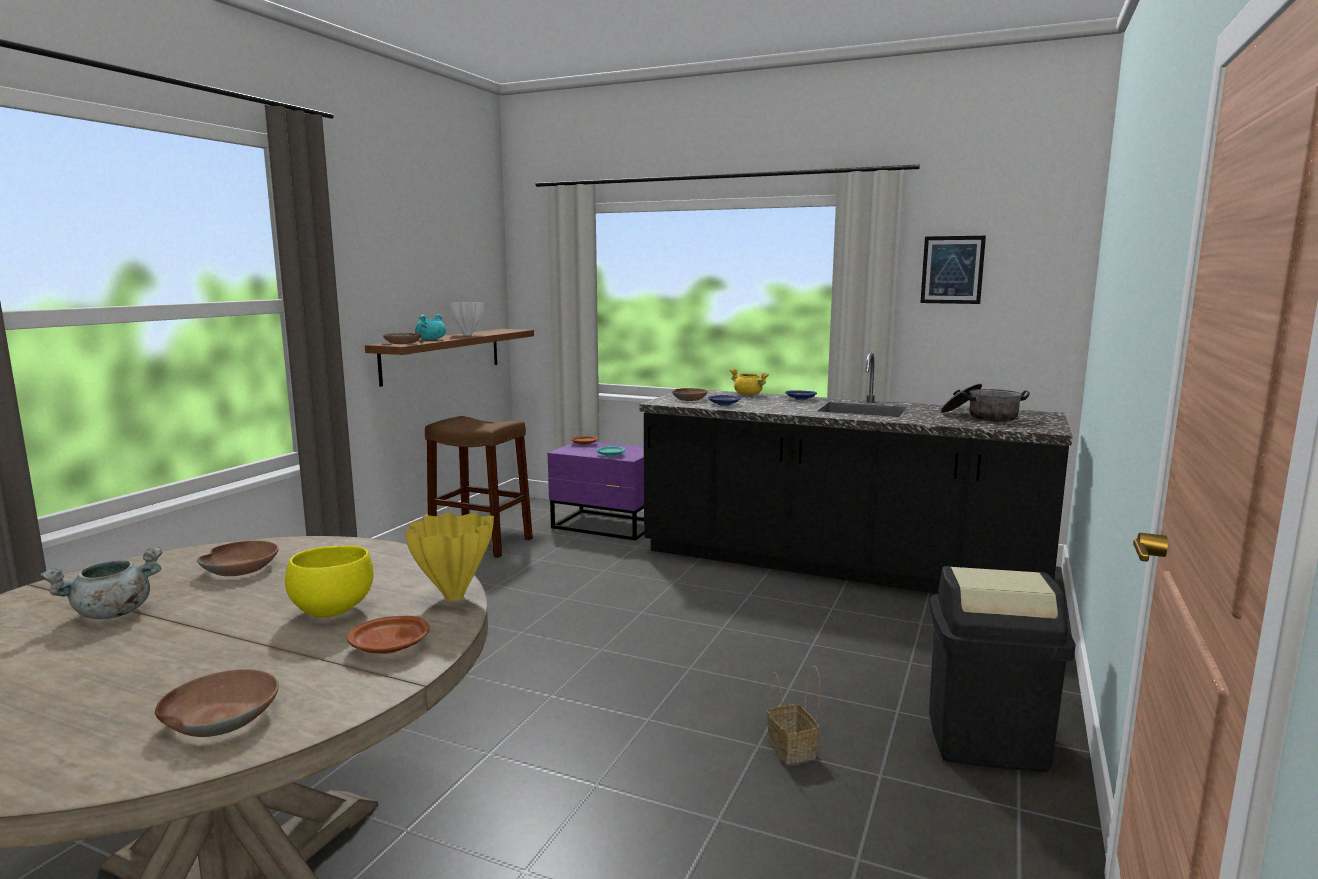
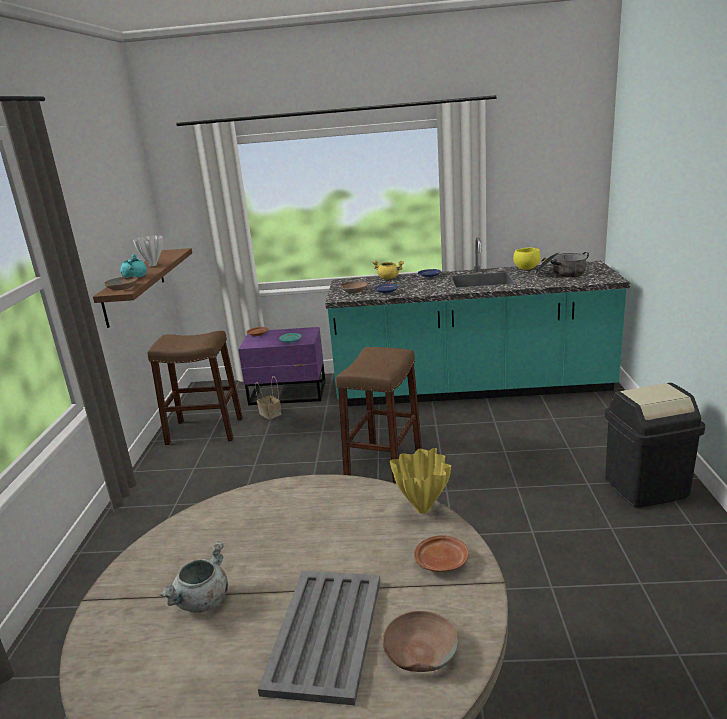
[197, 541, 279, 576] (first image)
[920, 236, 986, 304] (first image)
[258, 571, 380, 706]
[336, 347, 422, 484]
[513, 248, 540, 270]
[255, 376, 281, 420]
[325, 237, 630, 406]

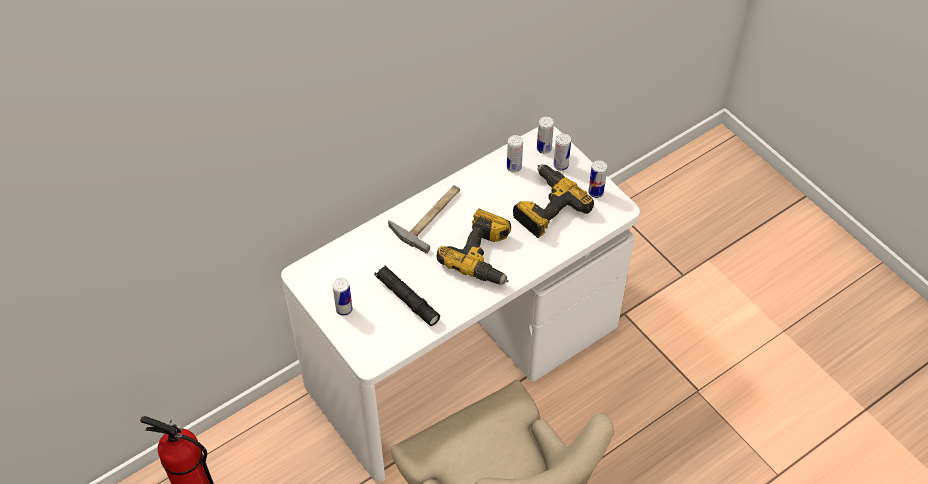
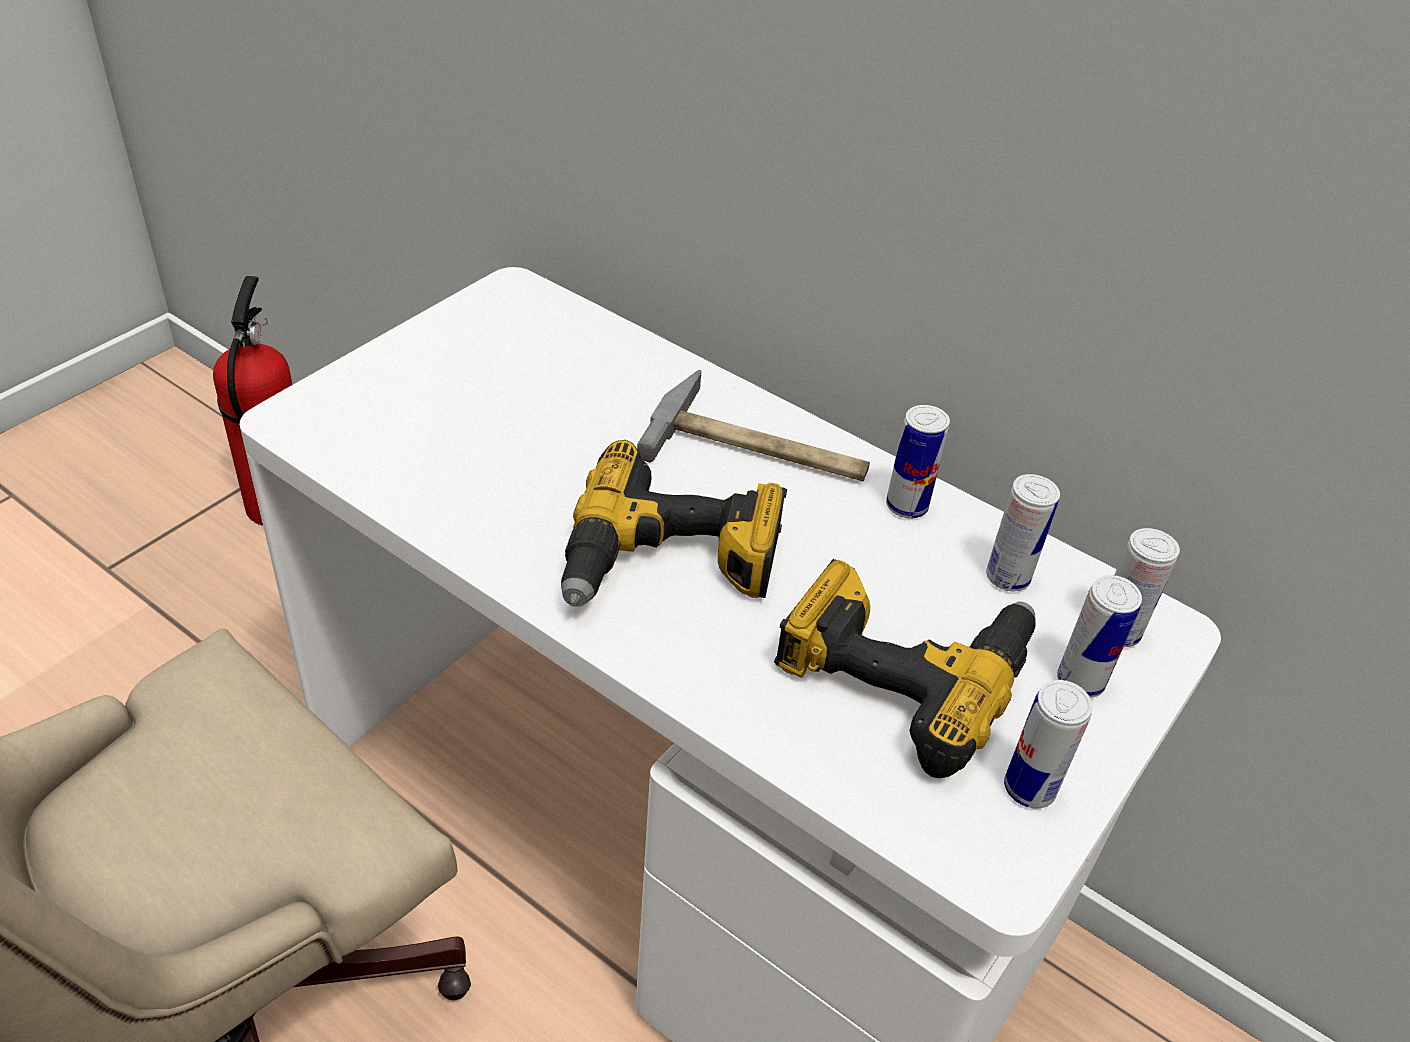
[374, 265, 440, 326] (first image)
[886, 405, 950, 519]

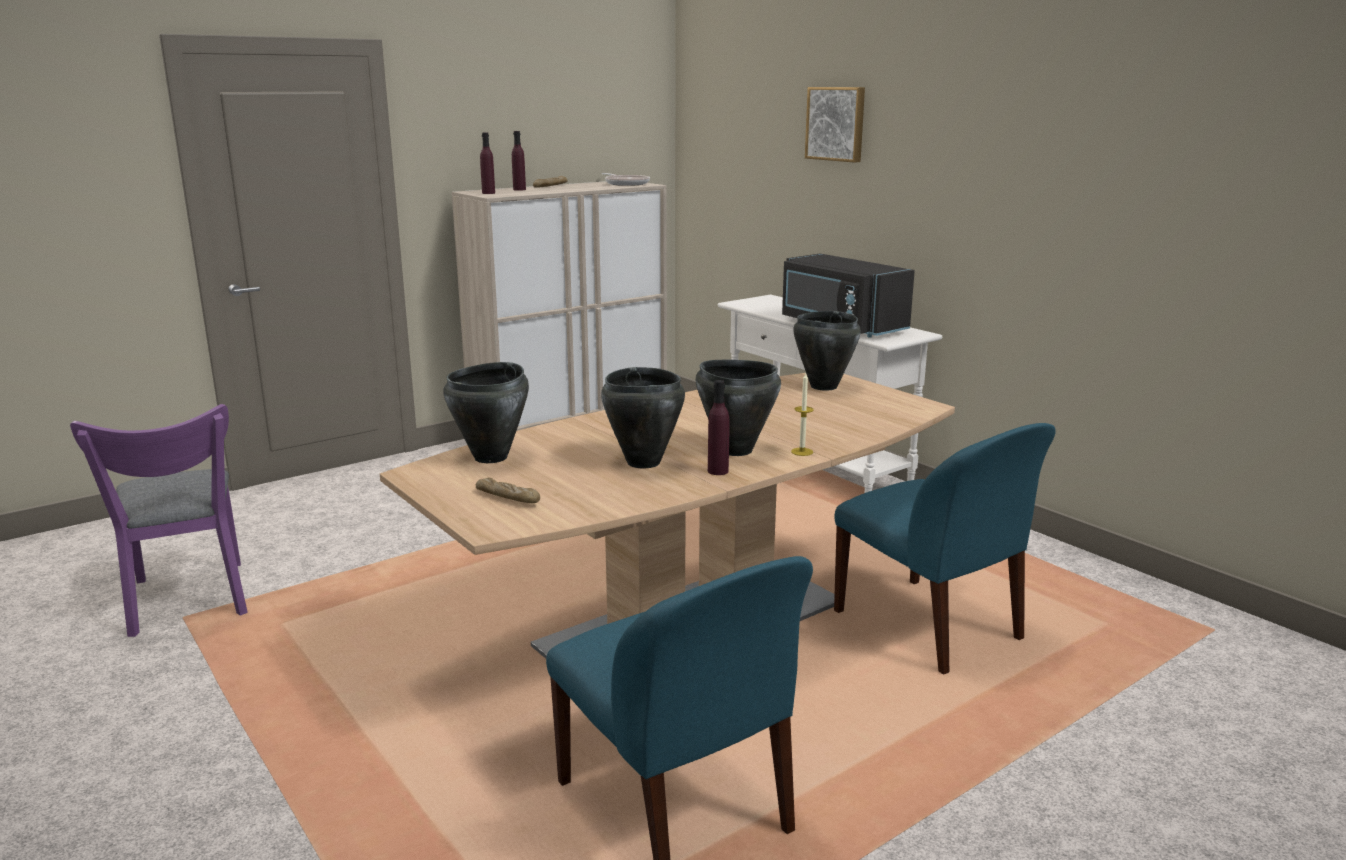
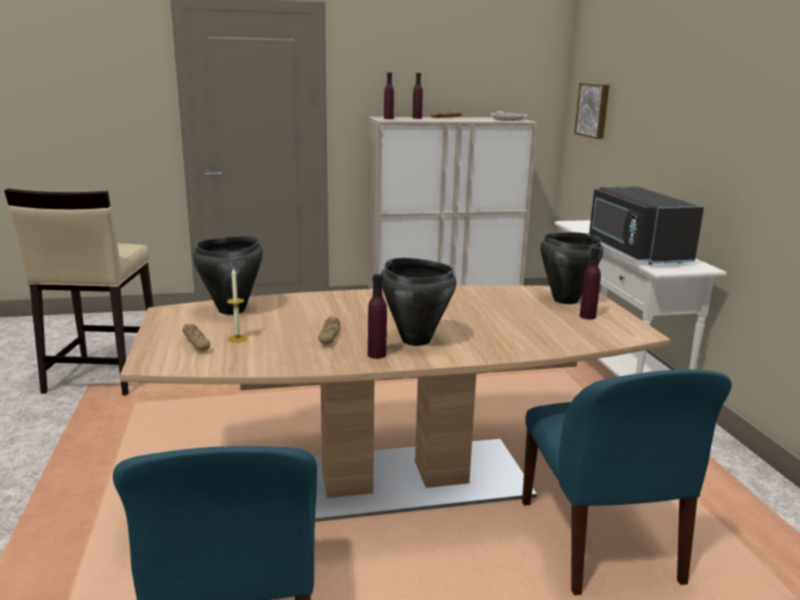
[580, 247, 601, 319]
[227, 268, 248, 343]
[574, 83, 609, 139]
[4, 188, 153, 395]
[319, 317, 340, 344]

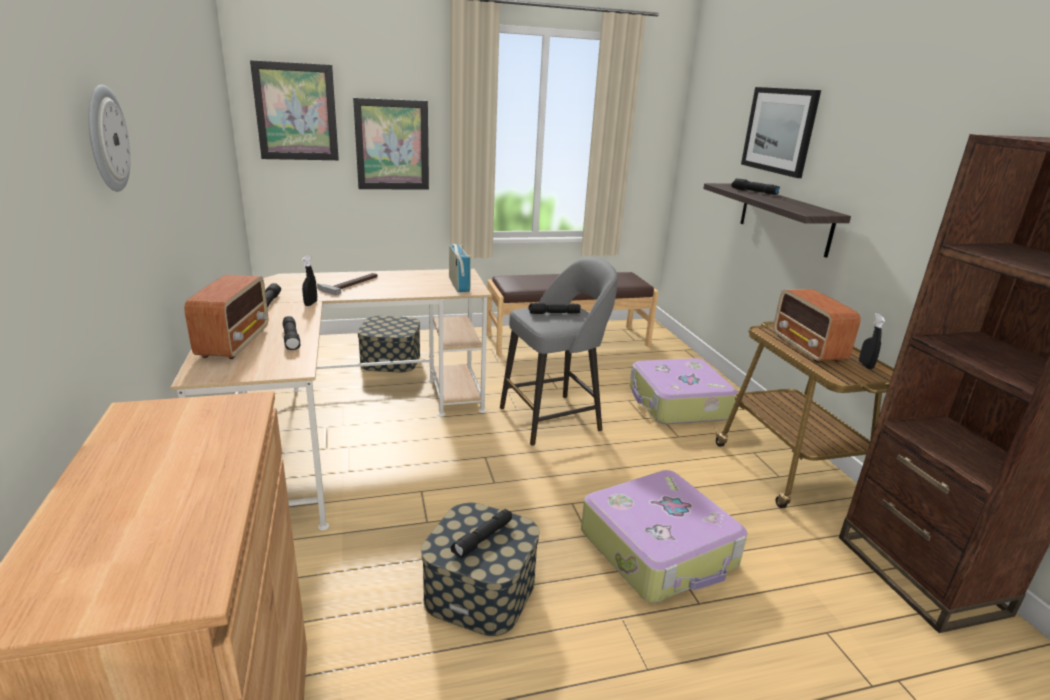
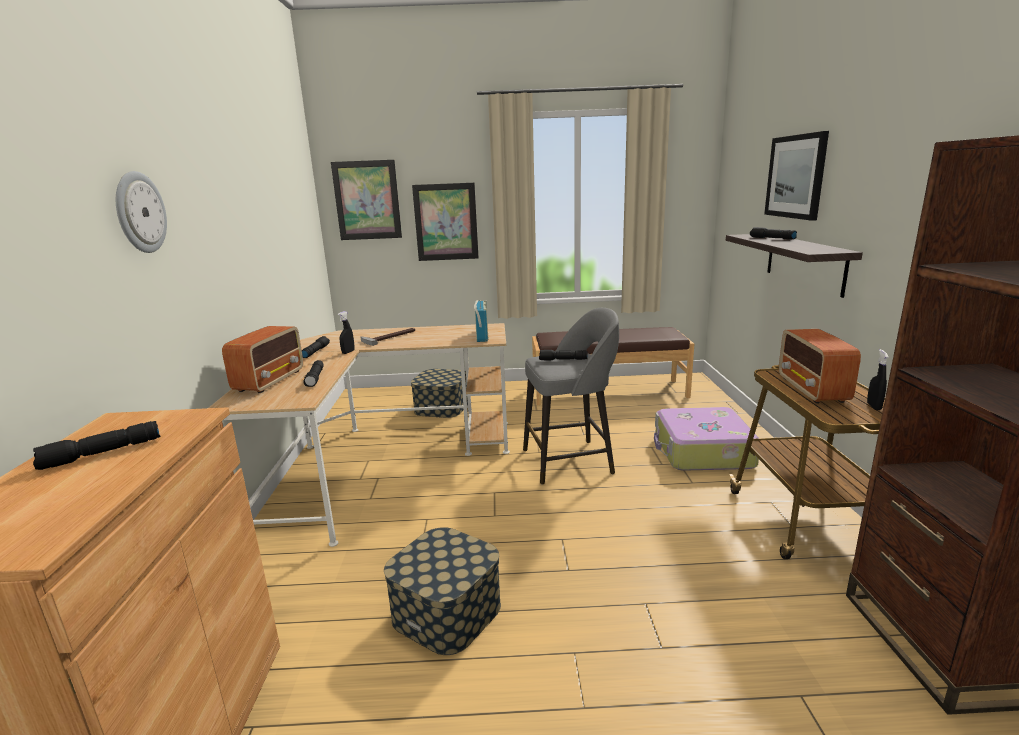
[581, 470, 748, 603] (first image)
[33, 421, 160, 470]

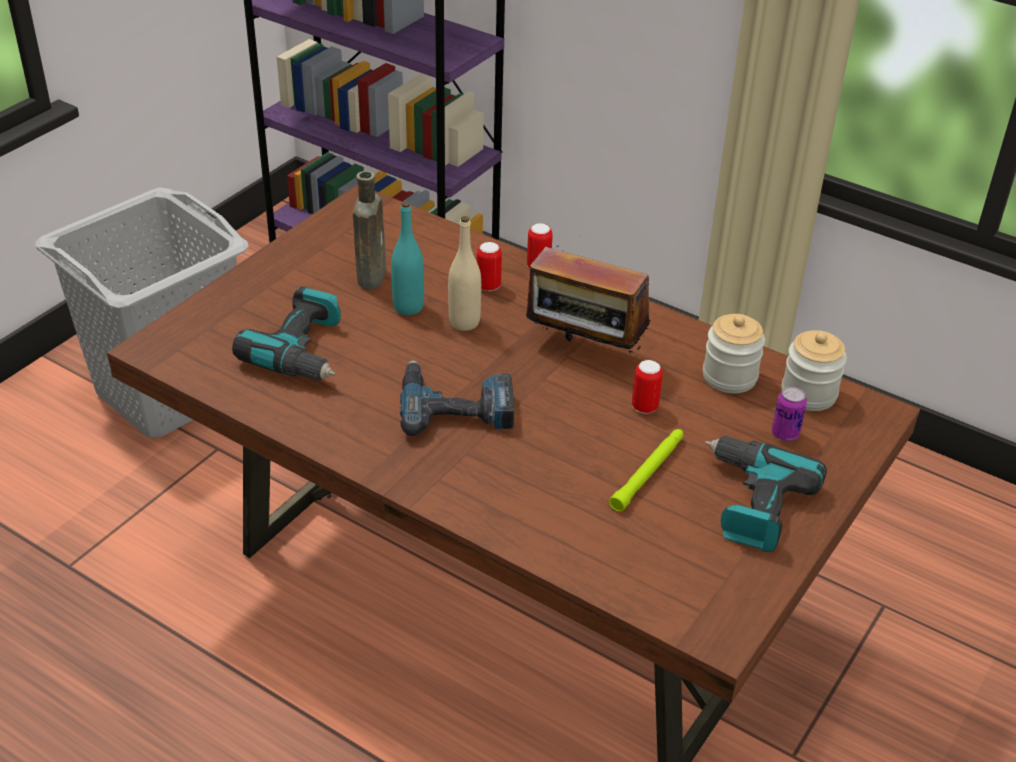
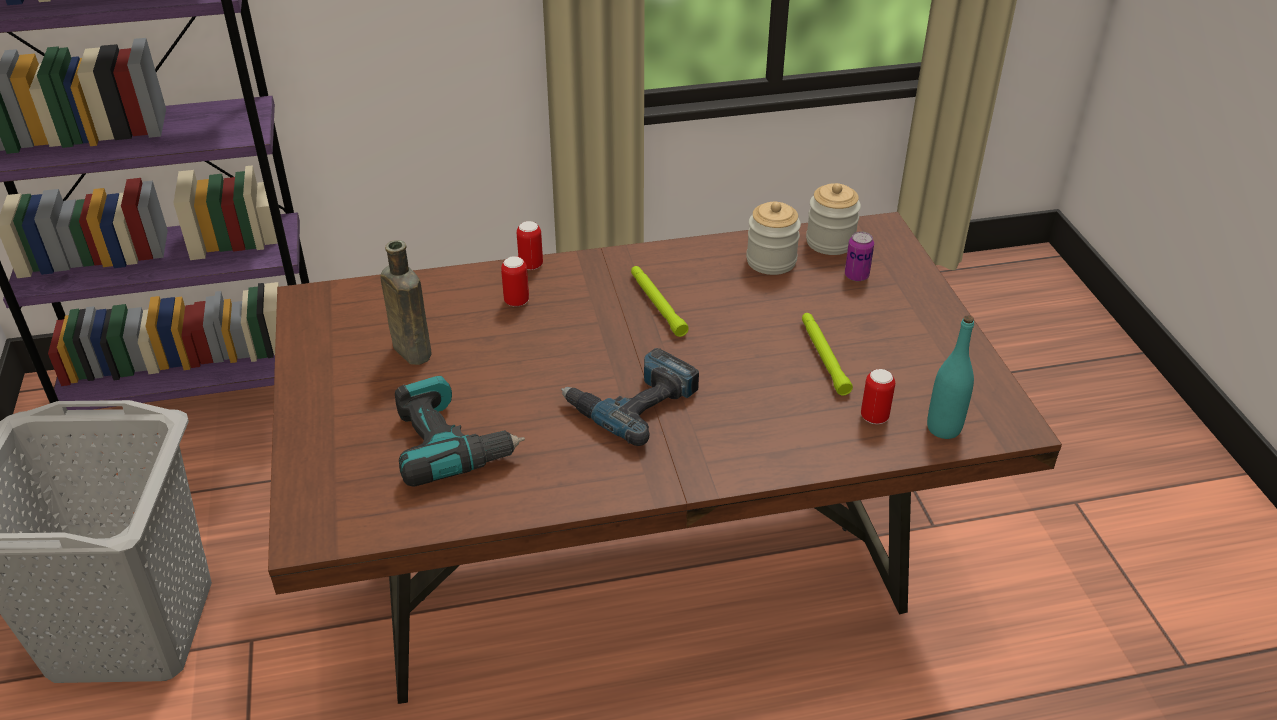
[448, 216, 481, 331] (first image)
[705, 436, 827, 552] (first image)
[927, 315, 974, 439]
[861, 369, 895, 424]
[631, 266, 689, 337]

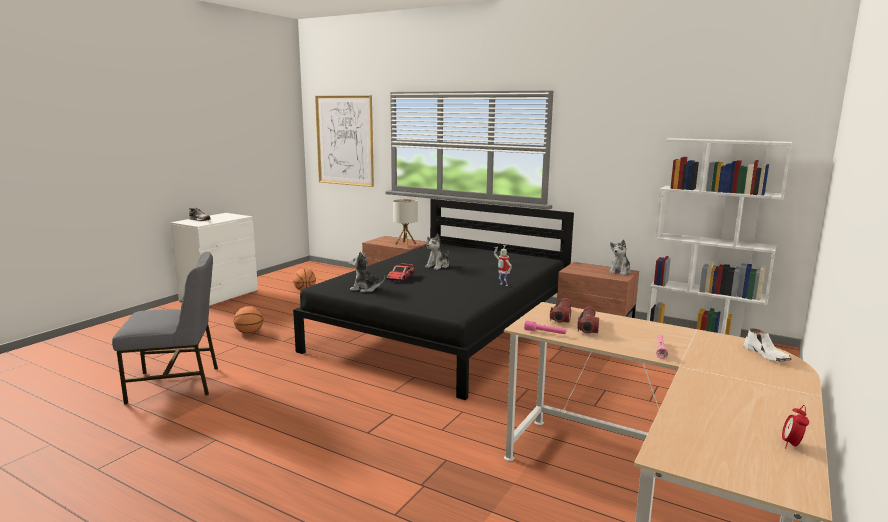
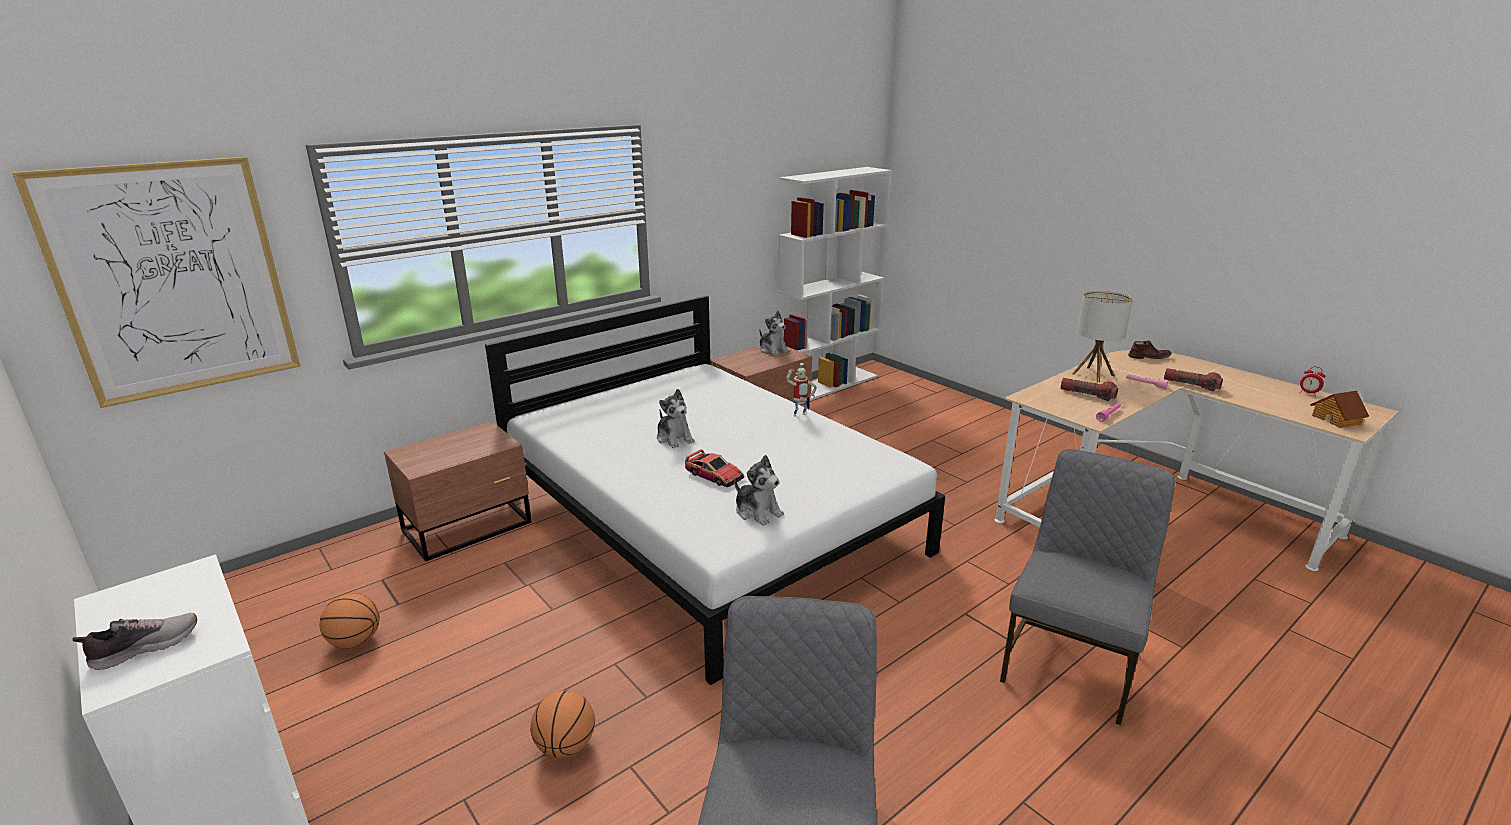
[1000, 449, 1175, 725]
[1310, 391, 1369, 428]
[1072, 291, 1133, 383]
[1164, 368, 1223, 391]
[485, 296, 945, 685]
[1128, 340, 1172, 359]
[734, 455, 784, 526]

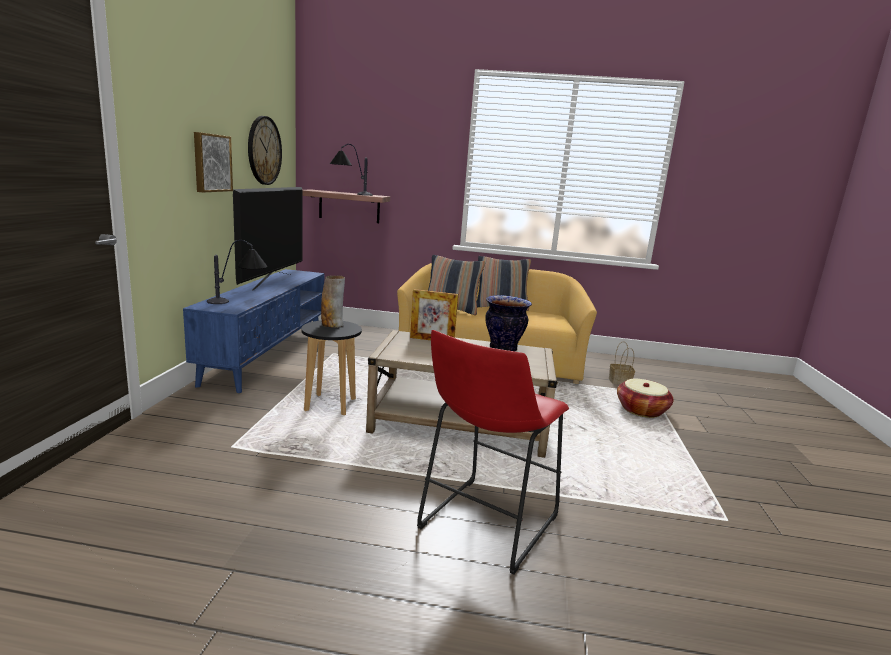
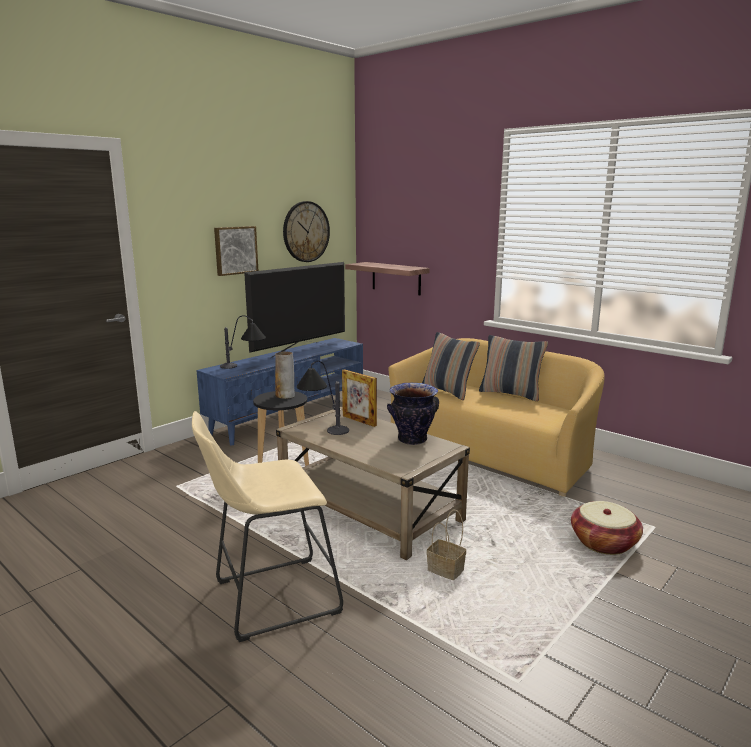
[297, 360, 349, 435]
[427, 510, 466, 580]
[192, 411, 343, 642]

